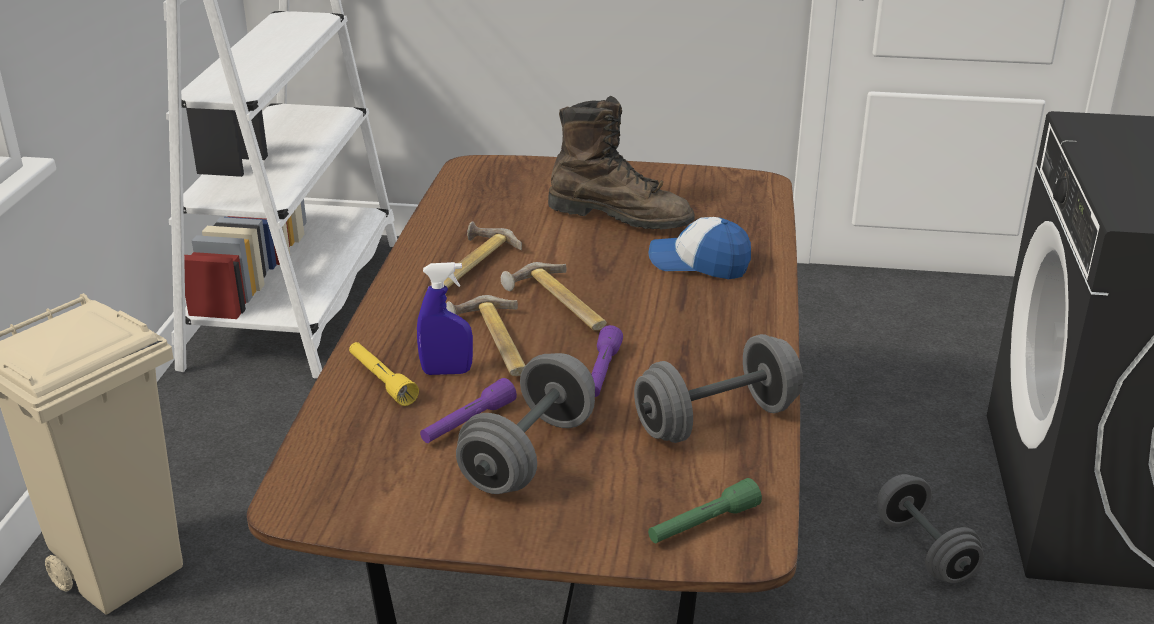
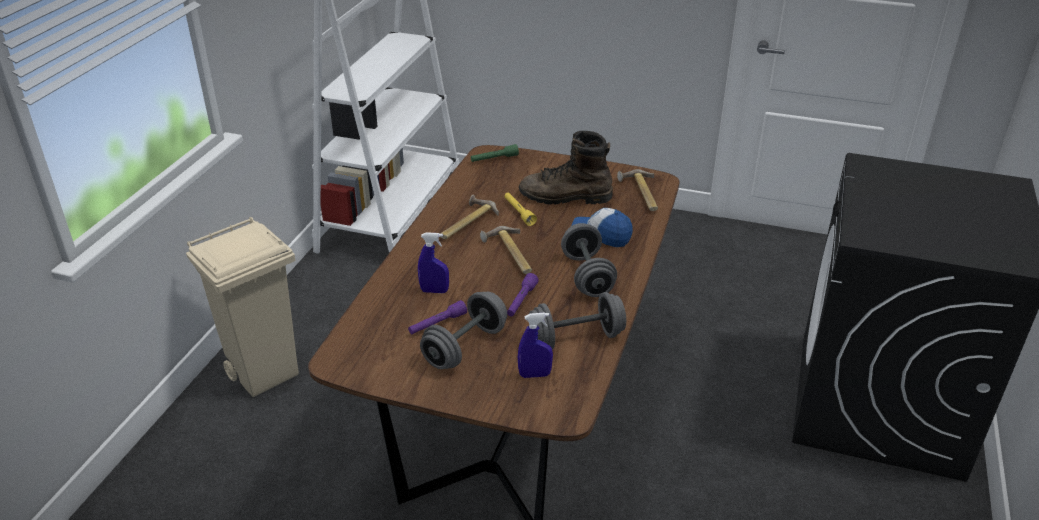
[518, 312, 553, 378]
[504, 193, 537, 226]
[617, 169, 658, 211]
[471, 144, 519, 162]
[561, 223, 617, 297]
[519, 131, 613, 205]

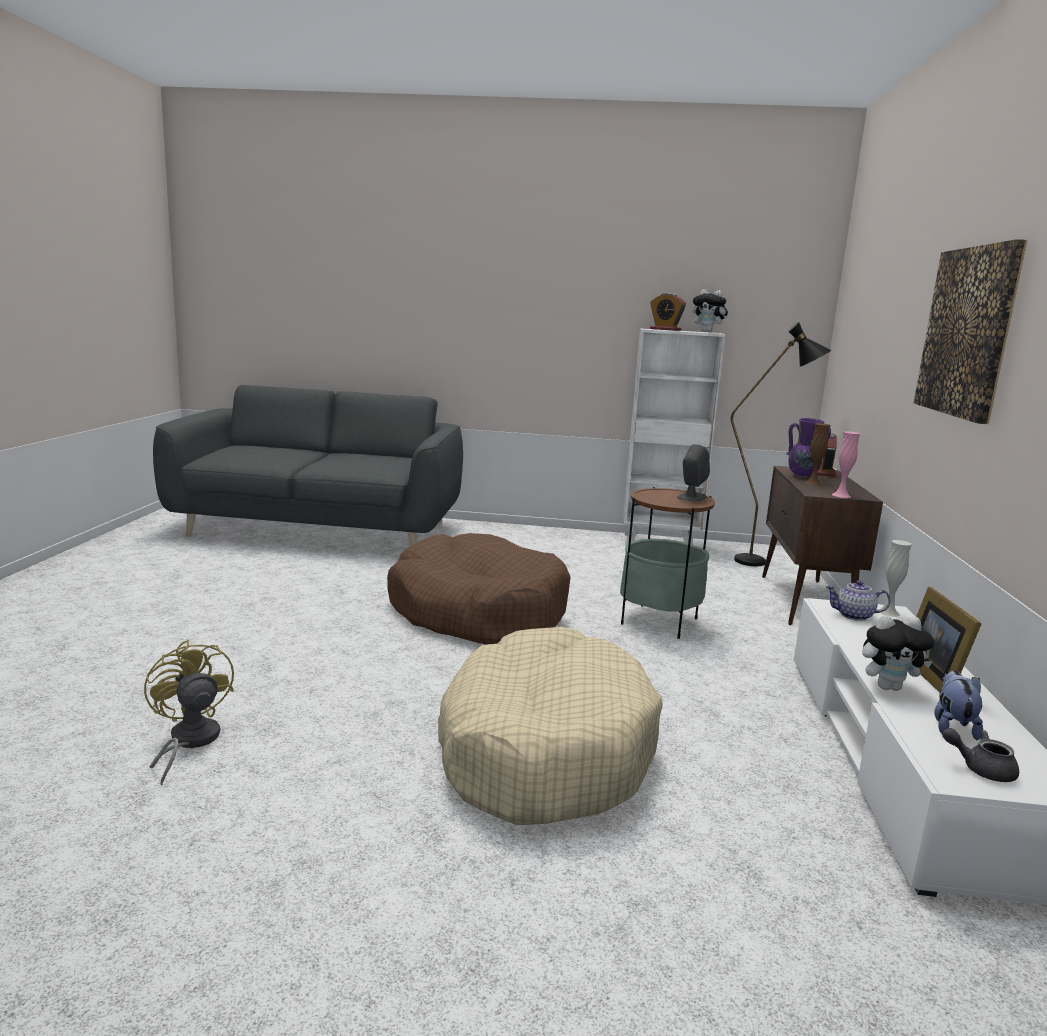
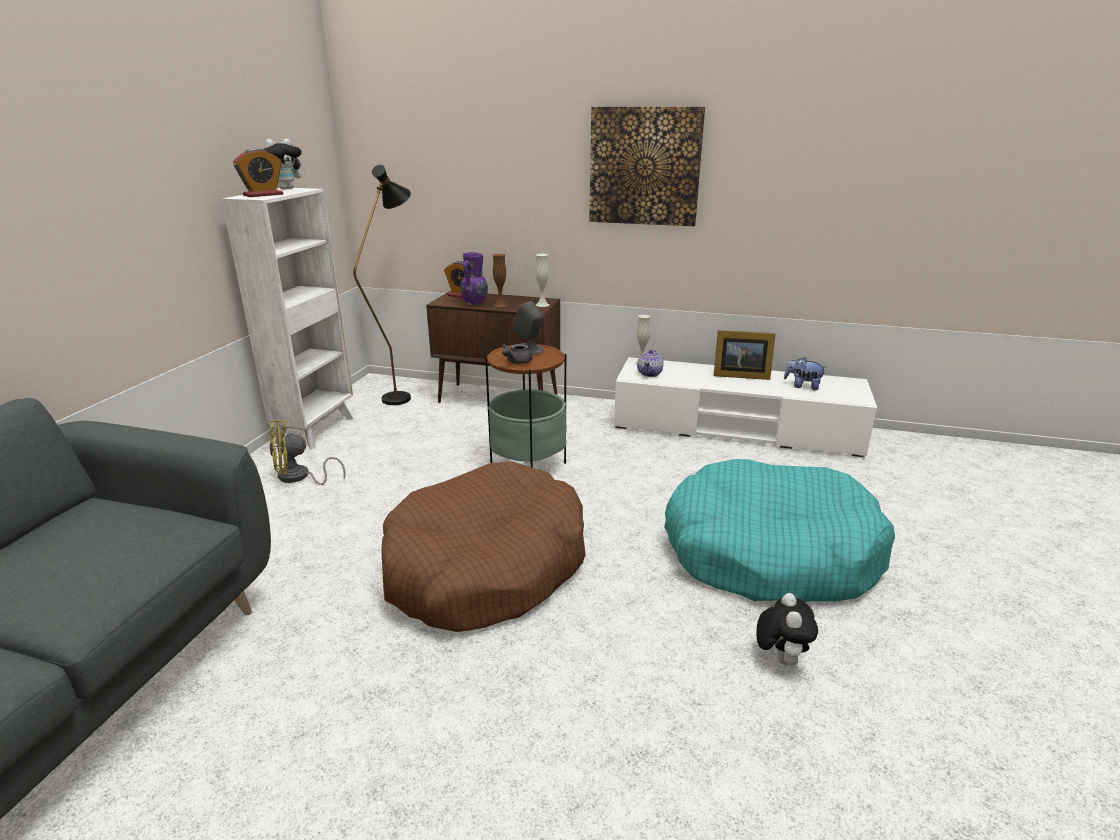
[270, 419, 345, 485]
[757, 593, 818, 666]
[502, 344, 533, 364]
[664, 459, 895, 602]
[535, 254, 549, 307]

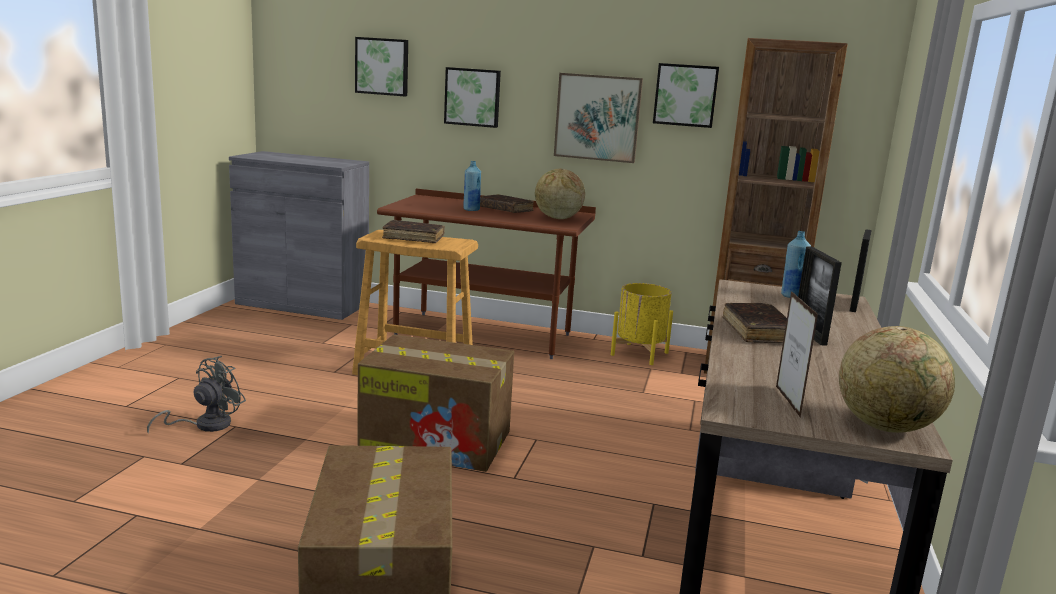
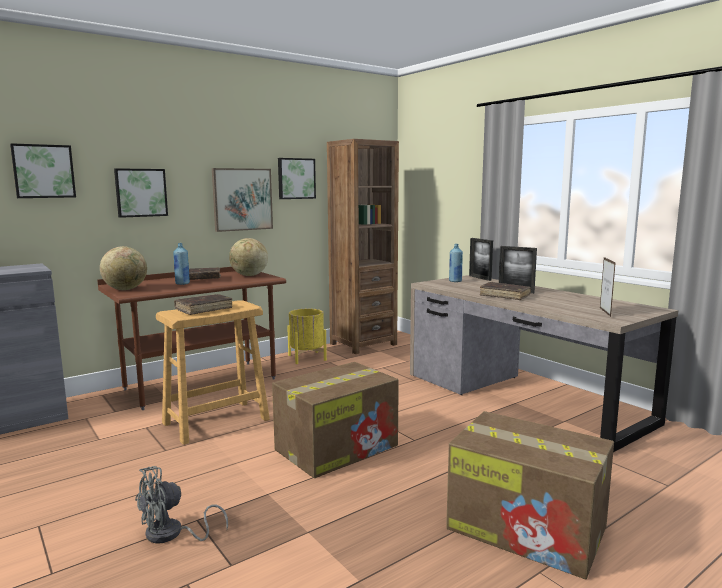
[100, 246, 147, 290]
[135, 466, 228, 544]
[600, 257, 616, 317]

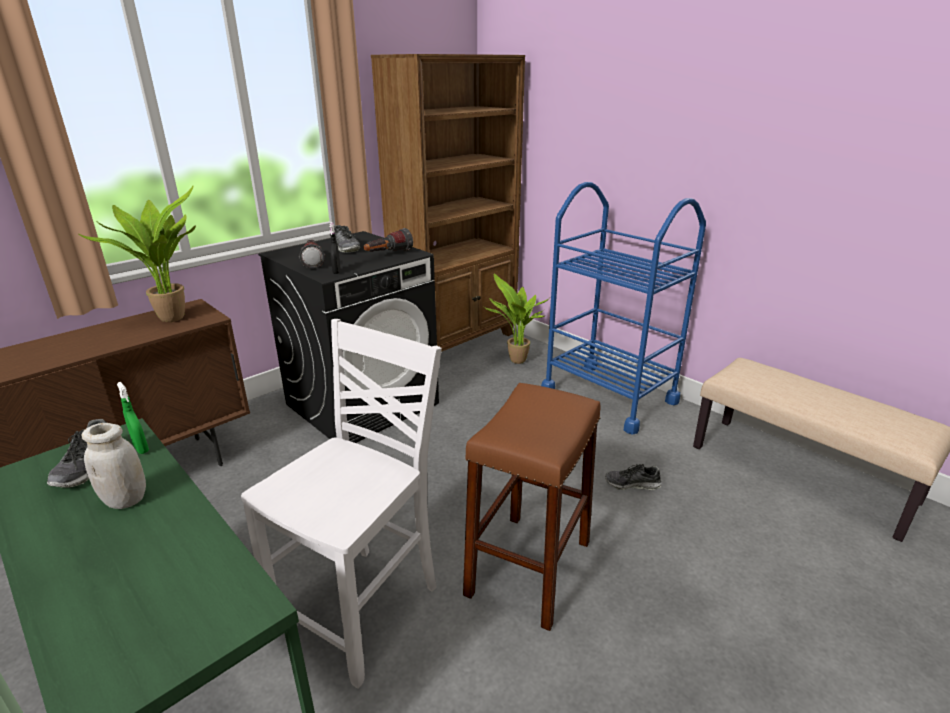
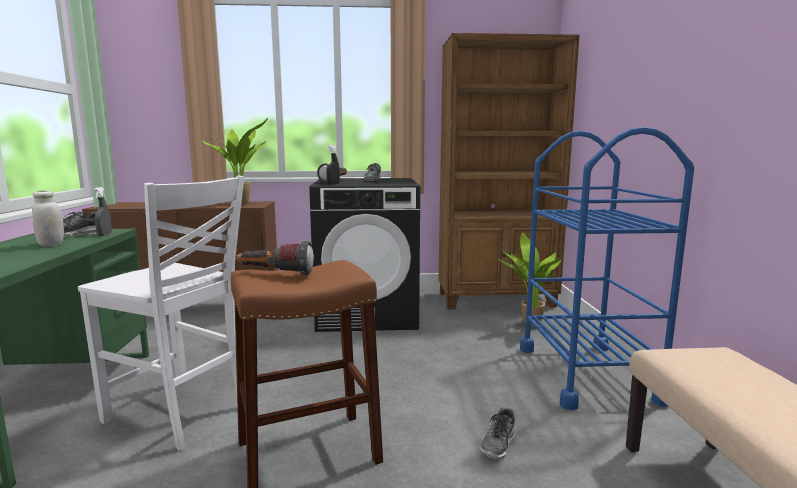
[236, 241, 314, 275]
[93, 187, 112, 236]
[78, 176, 244, 451]
[481, 408, 515, 459]

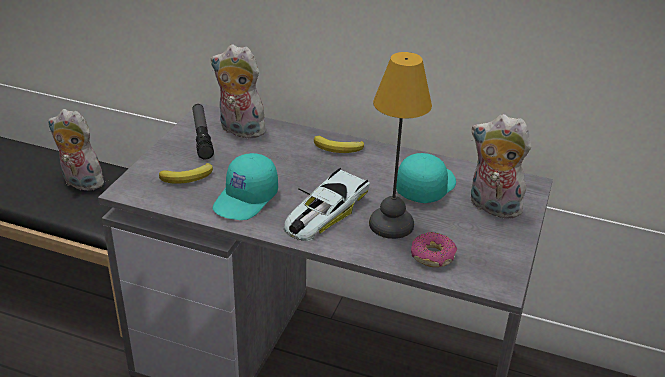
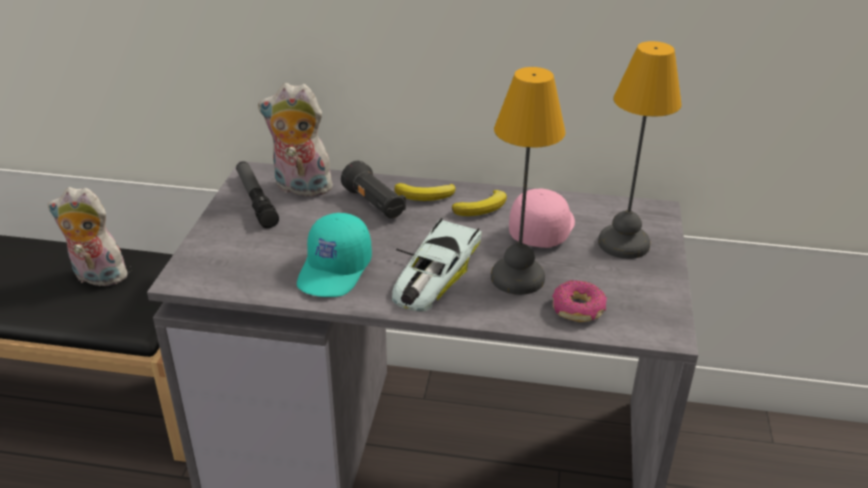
[341, 161, 406, 219]
[452, 190, 507, 216]
[598, 41, 682, 259]
[509, 189, 575, 248]

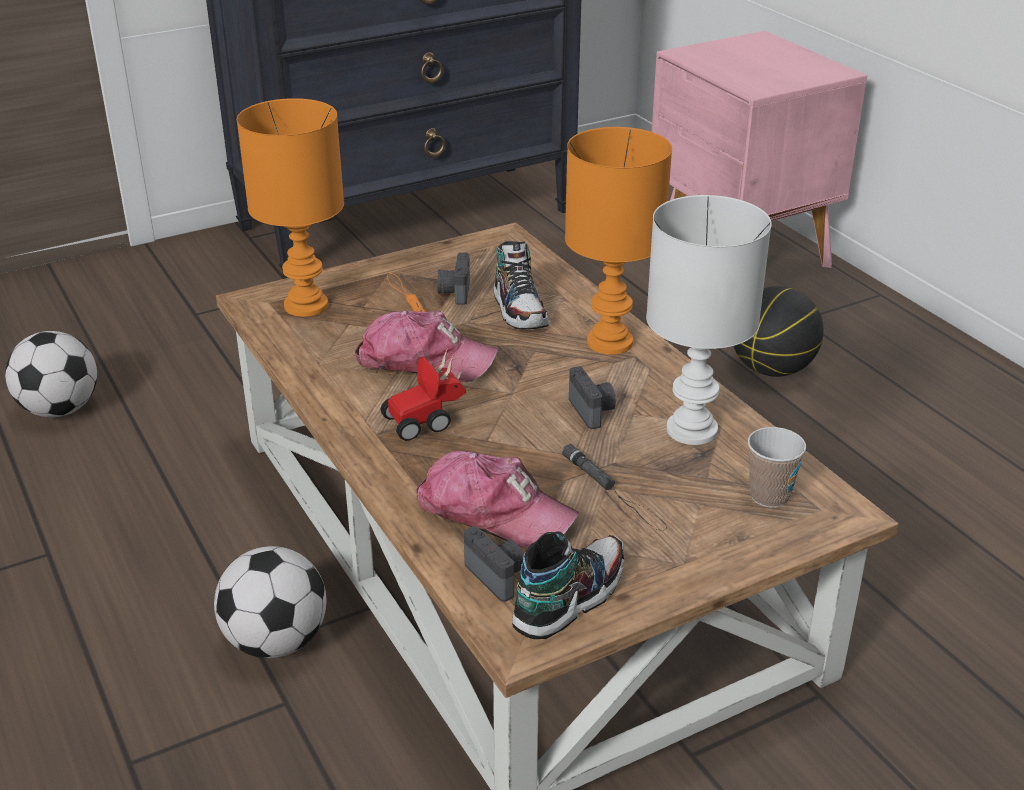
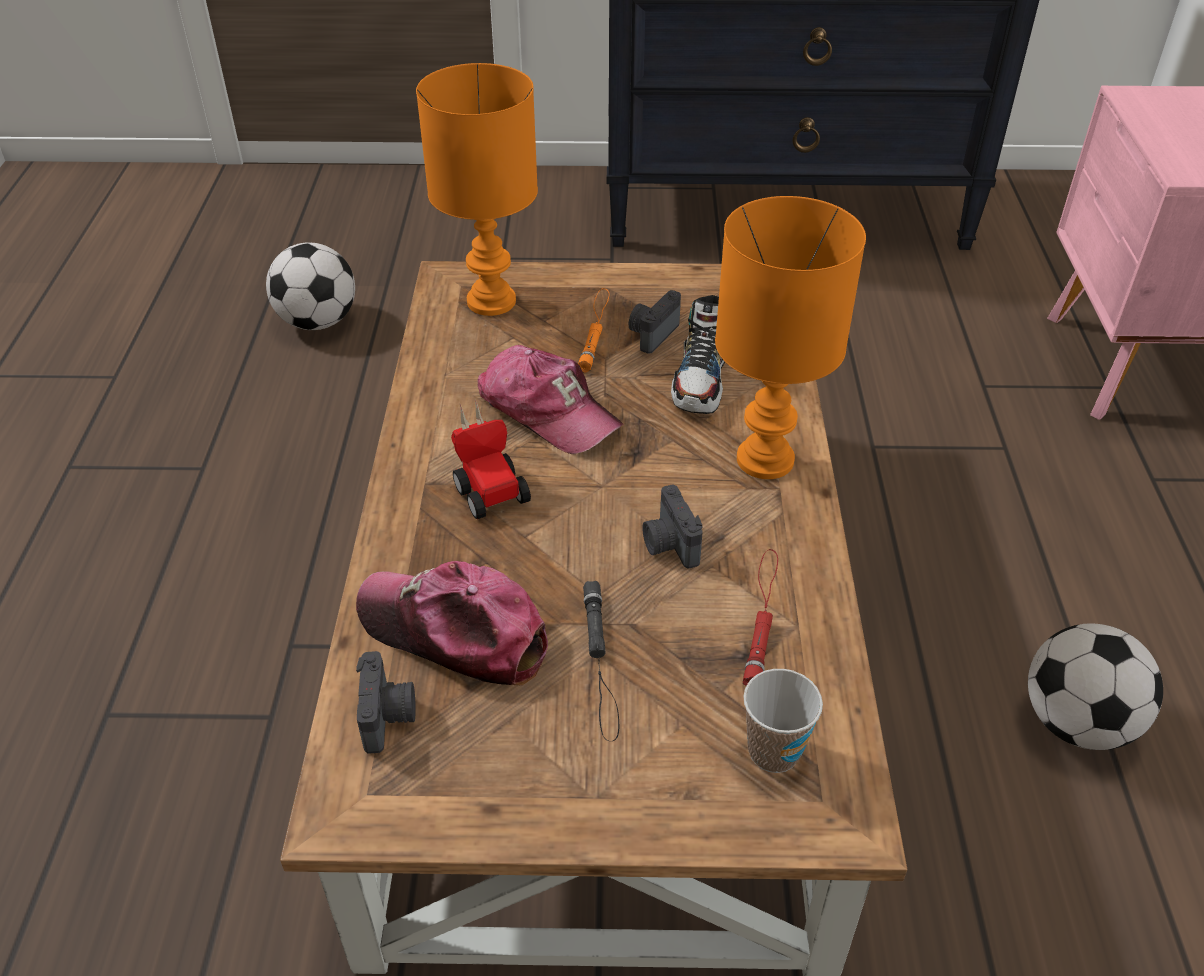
[512, 531, 624, 639] (first image)
[734, 286, 824, 377] (first image)
[1028, 623, 1163, 750]
[743, 549, 778, 686]
[451, 399, 531, 519]
[356, 561, 548, 686]
[642, 485, 703, 569]

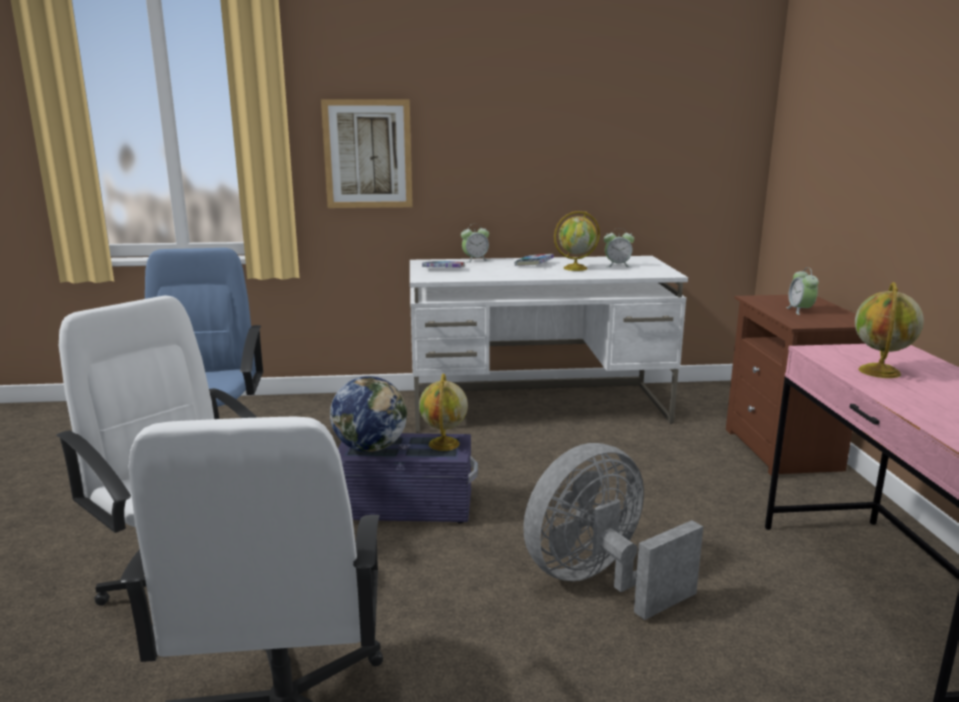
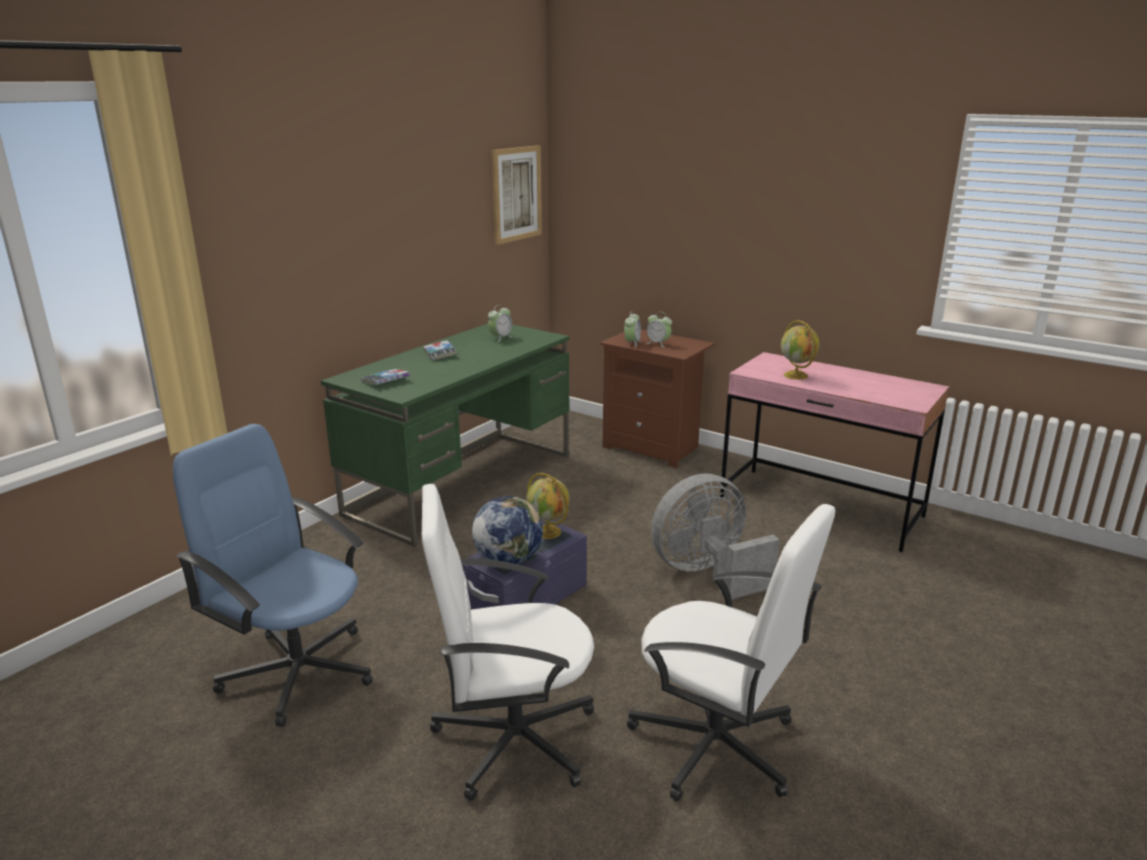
[554, 211, 600, 271] (first image)
[492, 145, 542, 245]
[624, 311, 641, 347]
[321, 323, 569, 547]
[651, 473, 780, 599]

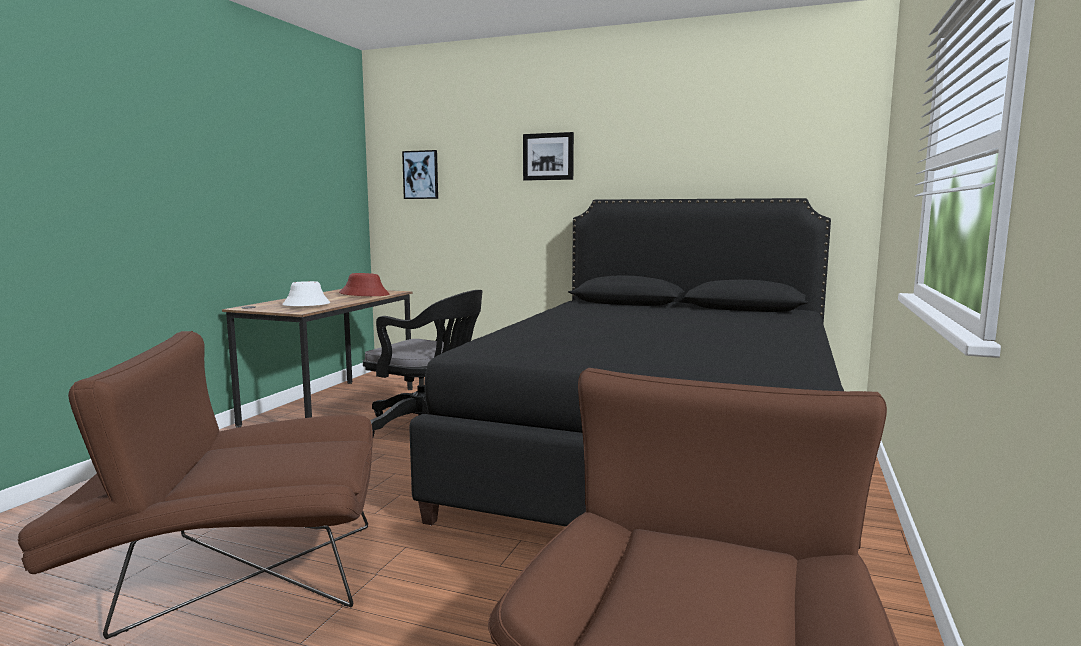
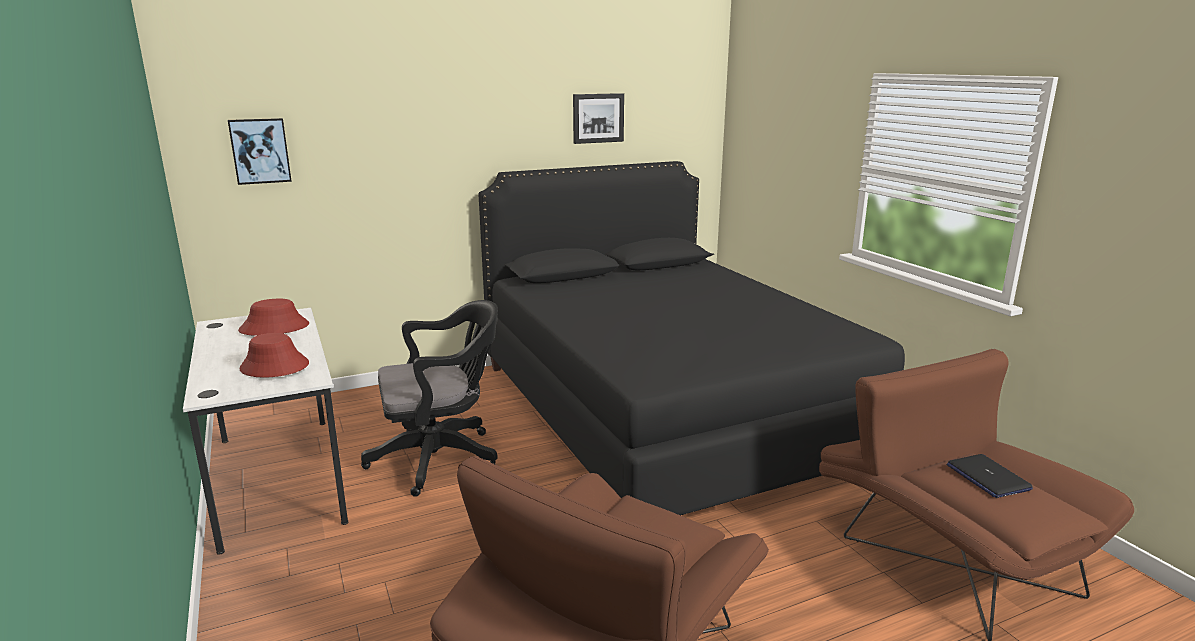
[947, 454, 1033, 498]
[573, 93, 624, 144]
[183, 308, 348, 555]
[240, 333, 309, 378]

